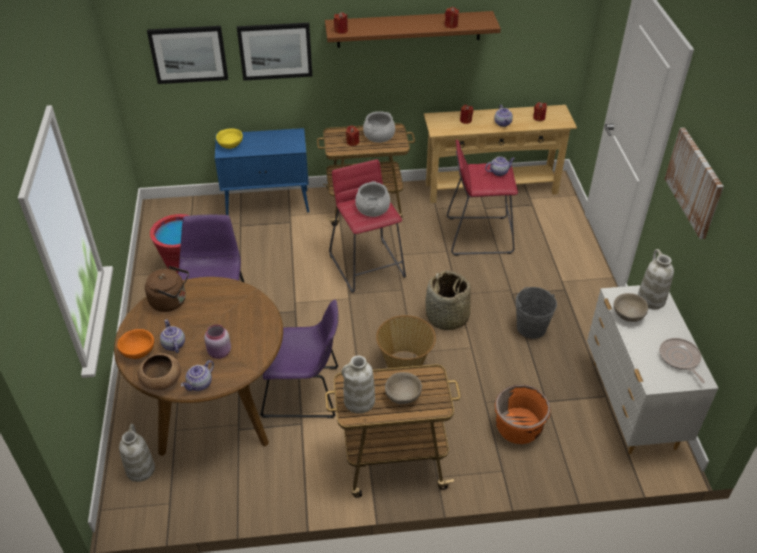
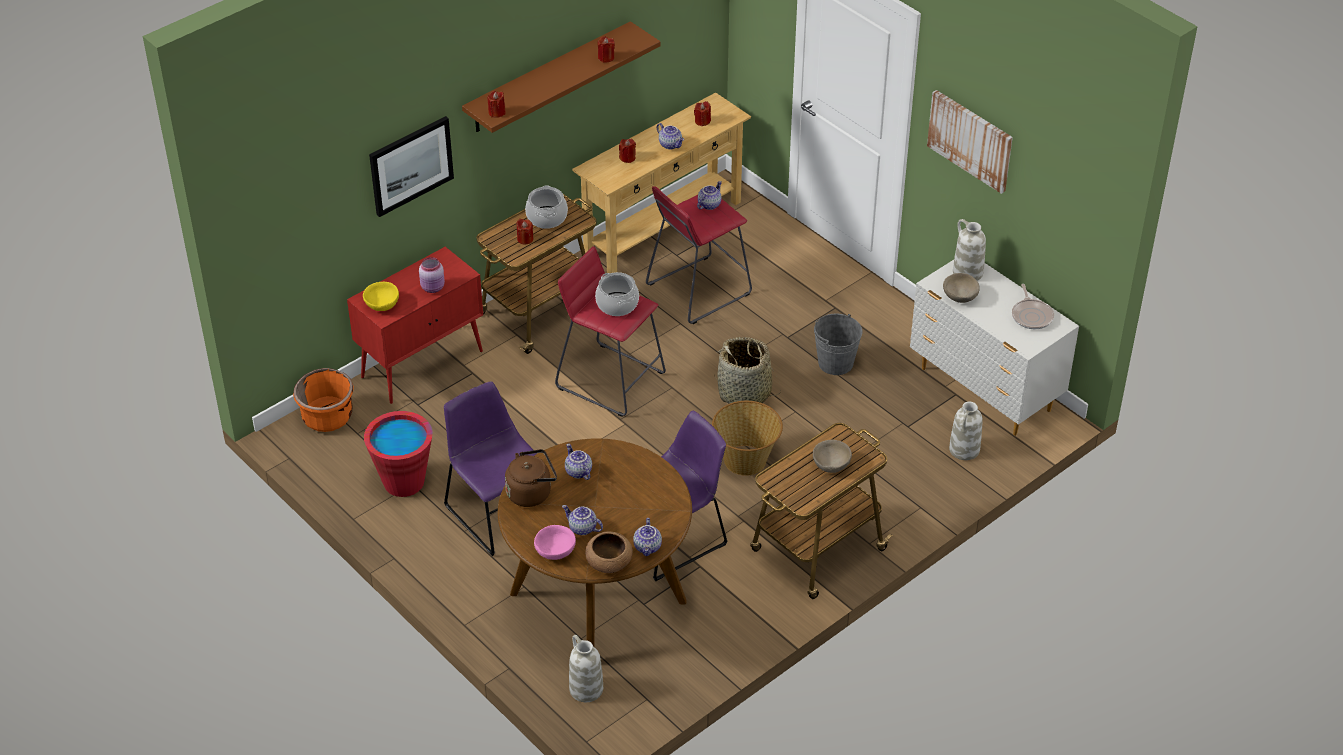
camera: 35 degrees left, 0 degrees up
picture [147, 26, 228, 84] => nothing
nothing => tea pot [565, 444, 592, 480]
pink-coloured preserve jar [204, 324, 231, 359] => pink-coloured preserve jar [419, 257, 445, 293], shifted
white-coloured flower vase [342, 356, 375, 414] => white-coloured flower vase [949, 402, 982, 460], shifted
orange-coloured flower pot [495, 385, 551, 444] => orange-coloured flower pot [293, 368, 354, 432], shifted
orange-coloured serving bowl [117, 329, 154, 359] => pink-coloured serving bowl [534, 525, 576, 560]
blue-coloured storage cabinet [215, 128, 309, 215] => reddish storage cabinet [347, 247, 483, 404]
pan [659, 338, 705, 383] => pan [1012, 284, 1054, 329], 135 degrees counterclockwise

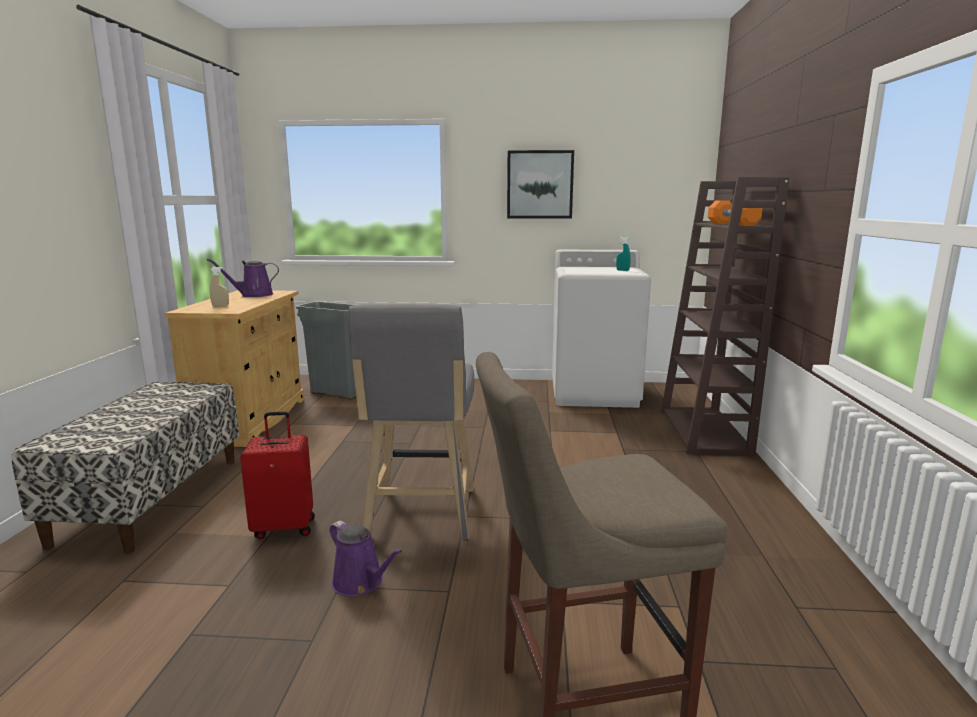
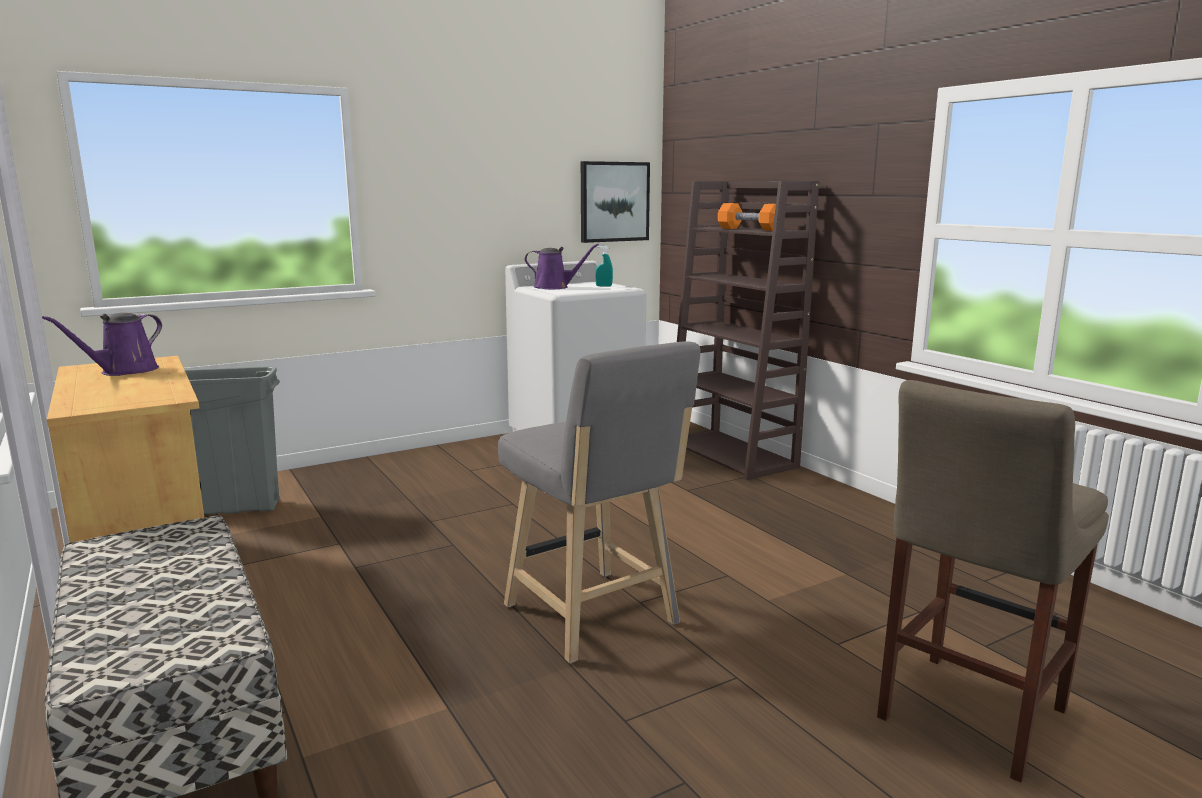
camera: 35 degrees left, 0 degrees up
beige-coloured hand sprayer [210, 267, 229, 307] => nothing
reddish suitcase [240, 411, 315, 539] => nothing
purplish sprinkling can [329, 521, 402, 597] => purplish sprinkling can [525, 244, 599, 289], shifted
picture [507, 150, 574, 219] => picture [581, 161, 650, 243], shifted

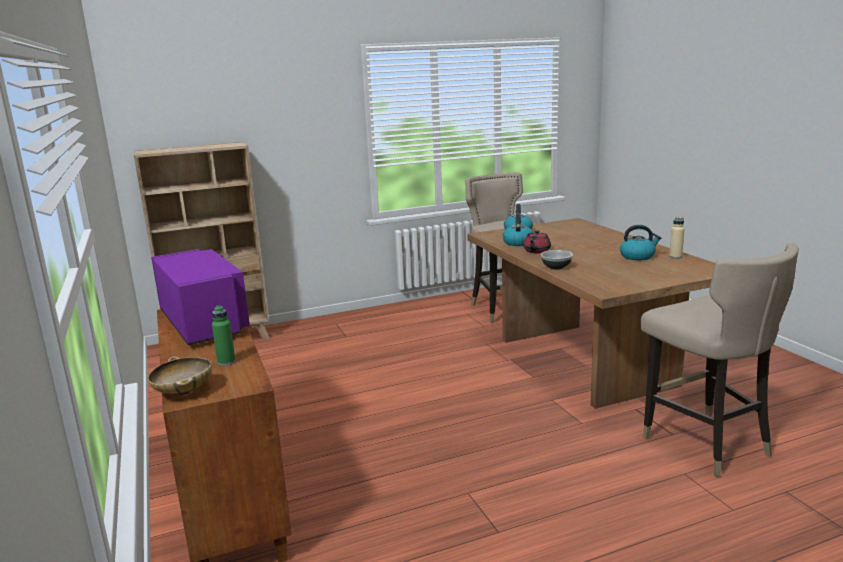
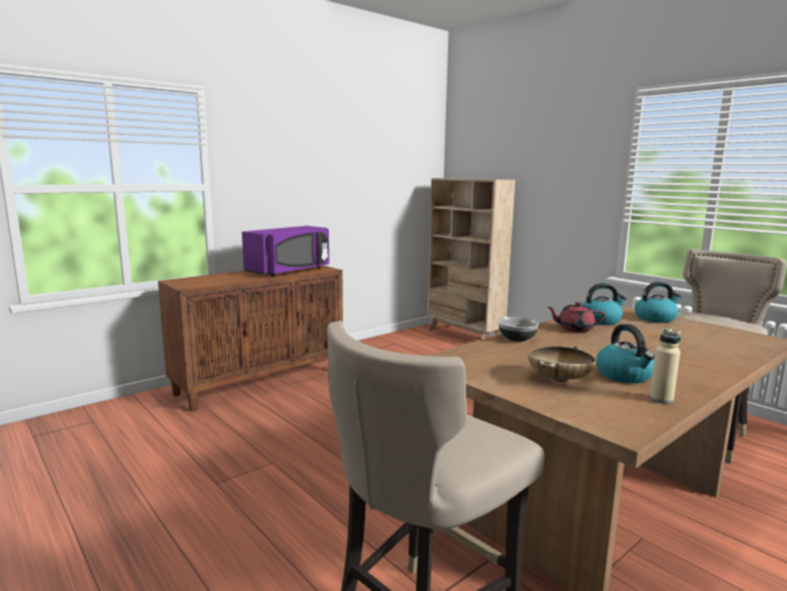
camera: 70 degrees right, 5 degrees down
green-coloured beverage bottle [212, 305, 236, 366] => nothing
beige-coloured serving bowl [148, 356, 212, 395] => beige-coloured serving bowl [528, 346, 596, 382], shifted

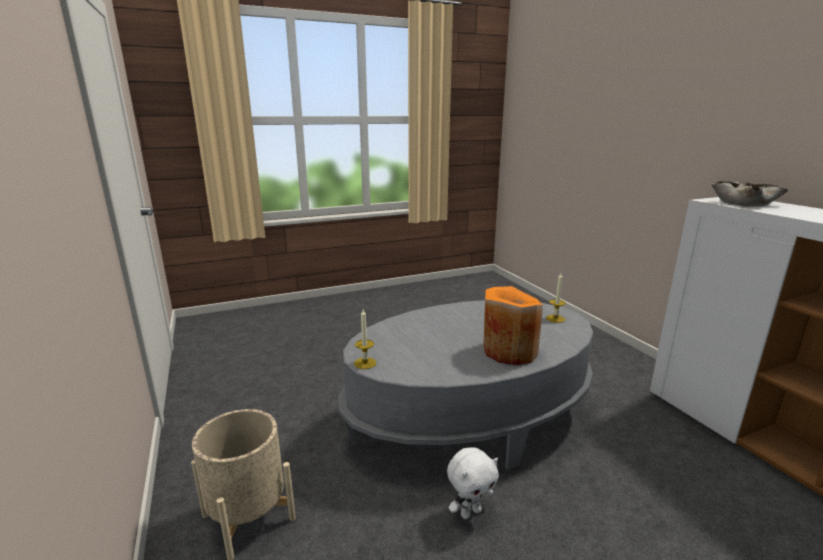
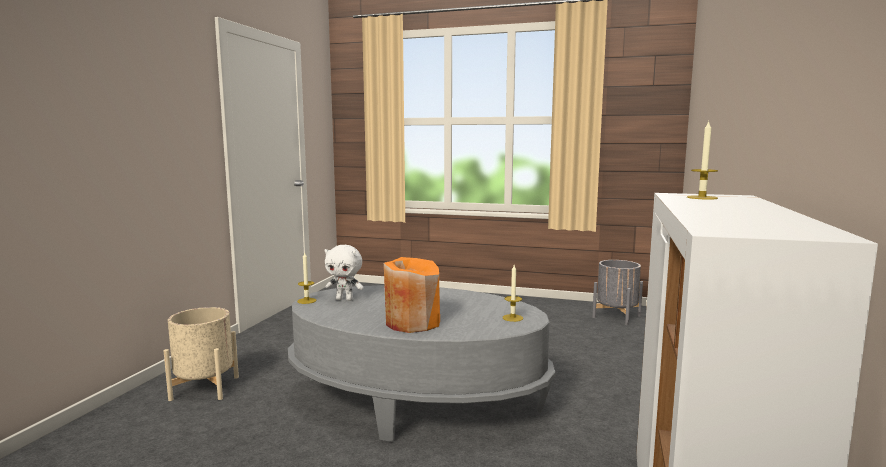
camera: 40 degrees right, 10 degrees down
nothing => gray flower pot [592, 260, 643, 325]
white-coloured plush toy [447, 447, 499, 519] => white-coloured plush toy [325, 245, 364, 301], shifted
beige-coloured serving bowl [712, 181, 788, 207] => wax light [687, 121, 718, 200]

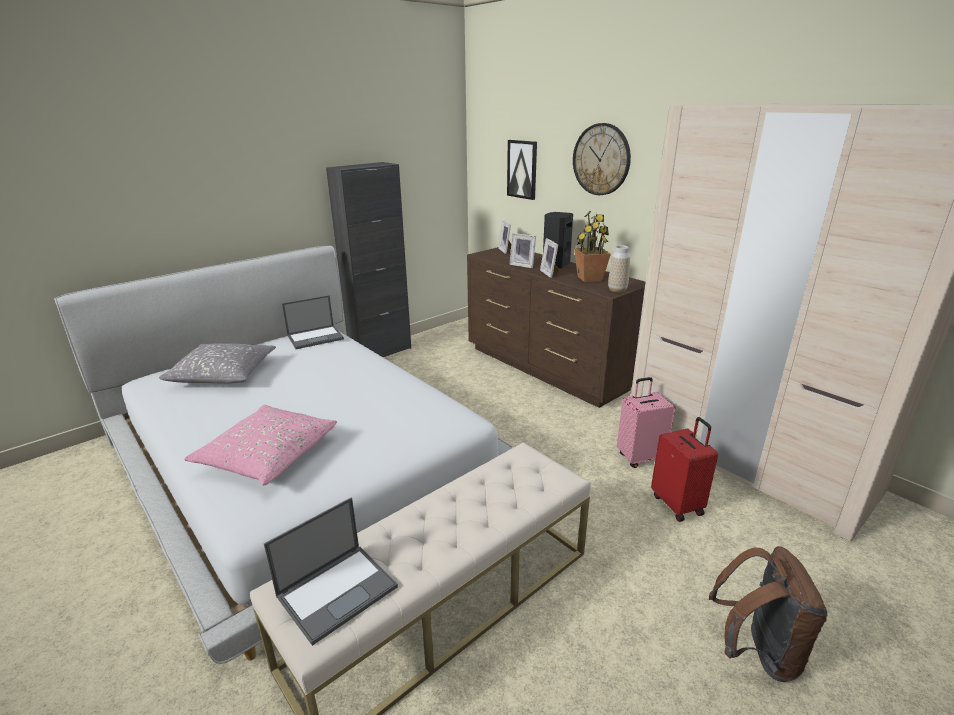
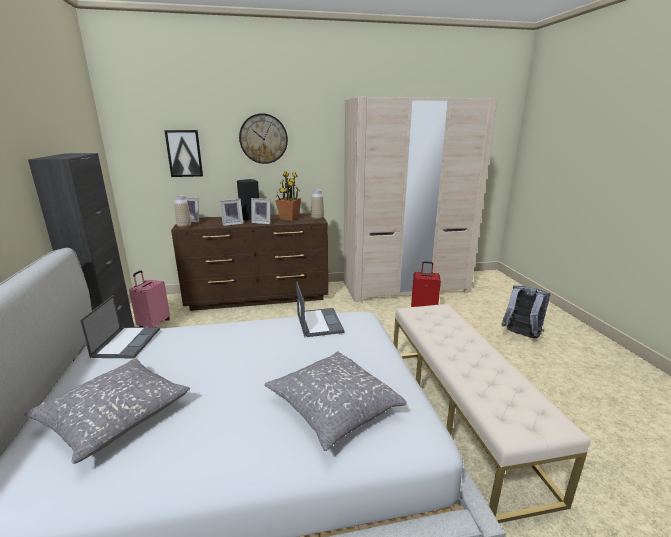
camera: 60 degrees left, 5 degrees down
nothing => flower vase [174, 195, 191, 228]
laptop [264, 497, 398, 646] => laptop [296, 282, 345, 337], shifted
pink-coloured suitcase [617, 377, 675, 468] => pink-coloured suitcase [129, 270, 170, 327], shifted
pink-coloured throw pillow [184, 405, 337, 485] => gray throw pillow [265, 351, 407, 451]
brownish backpack [709, 546, 827, 682] => gray backpack [501, 285, 550, 338]

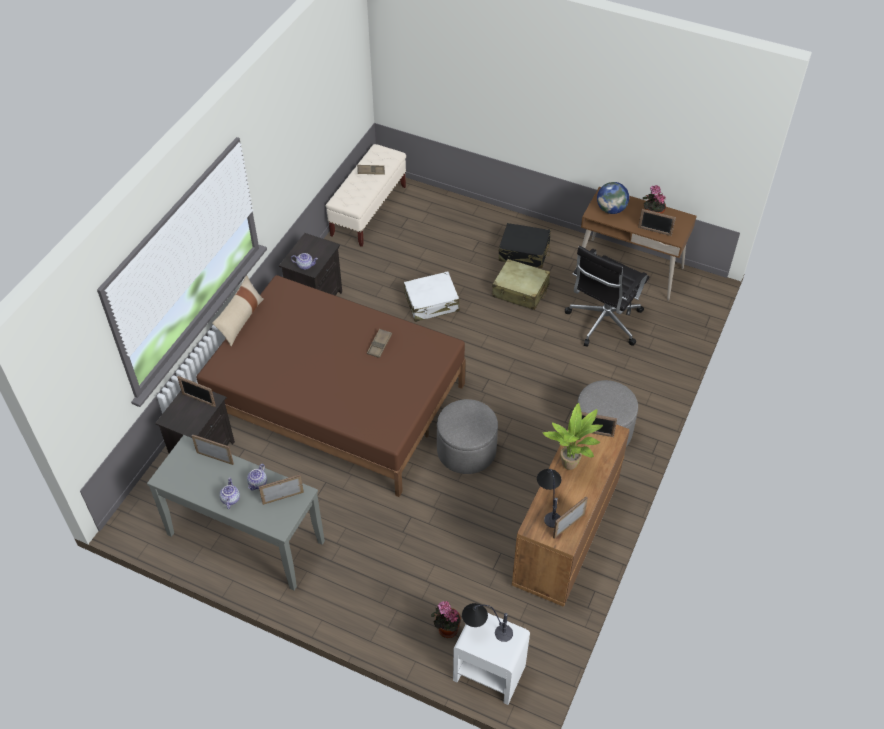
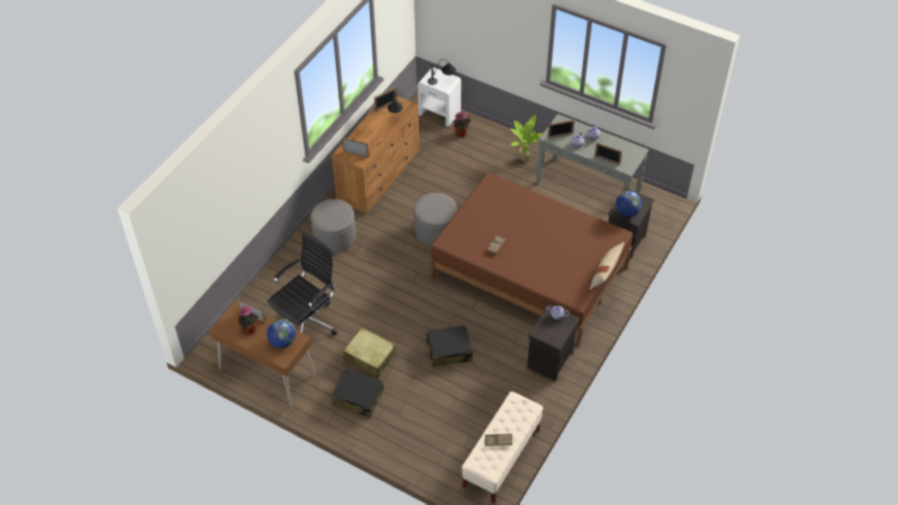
camera: 175 degrees left, 0 degrees up
houseplant [542, 403, 603, 470] => houseplant [511, 114, 543, 162], shifted
standing frame [177, 376, 216, 407] => globe [616, 191, 642, 217]
white-coloured suitcase [404, 271, 460, 322] => black suitcase [425, 325, 473, 367]

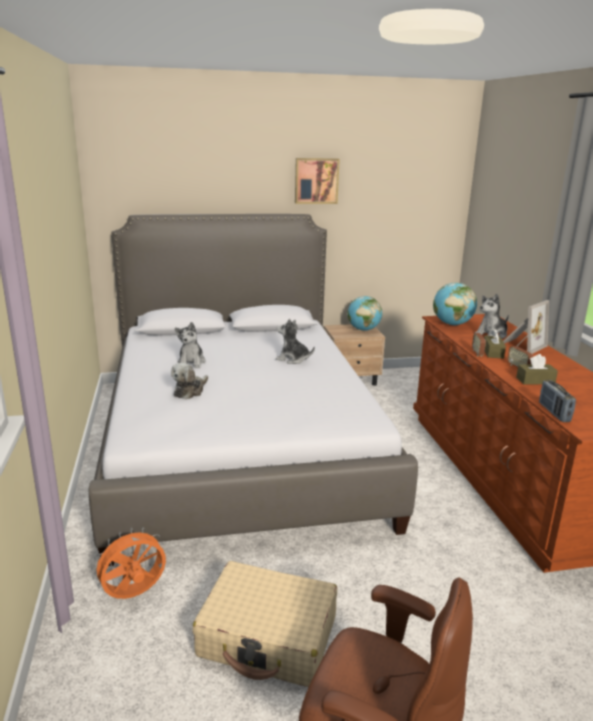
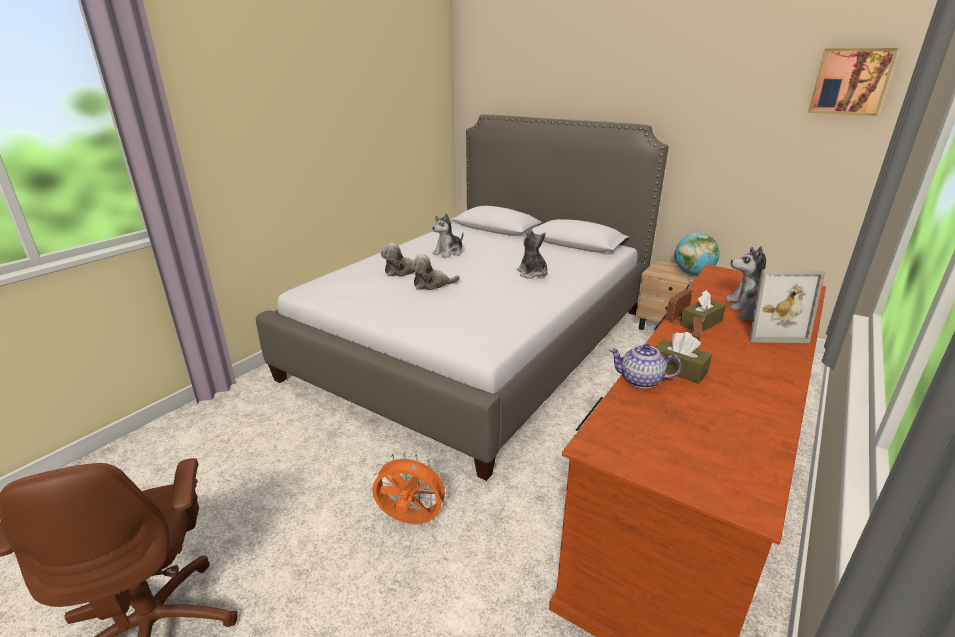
camera: 45 degrees right, 5 degrees up
beige-coloured suitcase [192, 561, 337, 687] => nothing
globe [433, 283, 477, 325] => nothing
radio [539, 380, 576, 422] => nothing
nothing => plush toy [410, 254, 460, 290]
nothing => tea pot [609, 344, 682, 389]
orange-coloured electric fan [91, 527, 166, 599] => orange-coloured electric fan [372, 453, 450, 524], shifted
picture [295, 158, 340, 204] => picture [808, 48, 899, 116], shifted

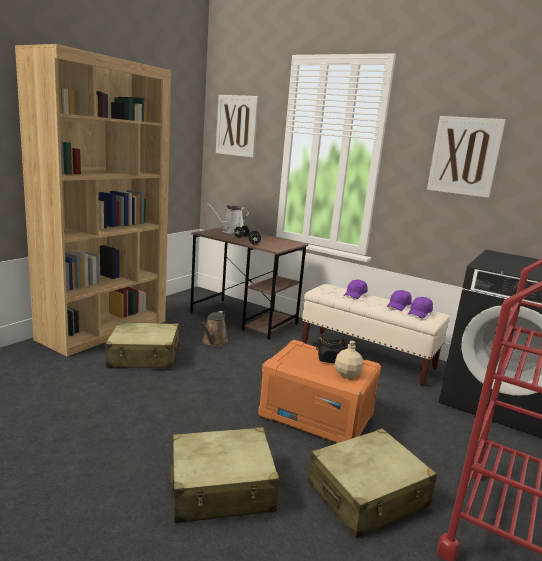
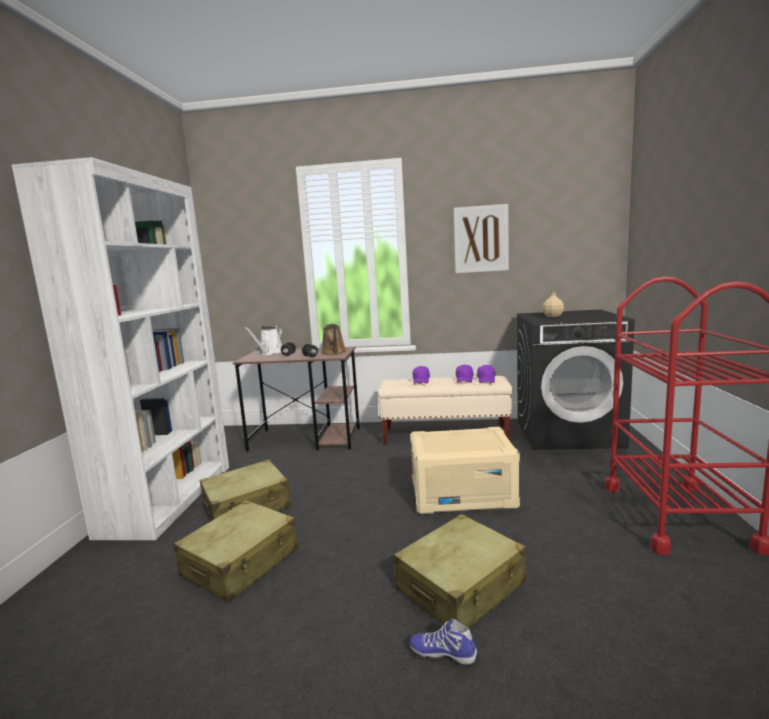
camera: 25 degrees left, 5 degrees down
picture [216, 95, 258, 158] => nothing
black preserve jar [316, 333, 345, 363] => nothing
nothing => shoe [409, 619, 478, 667]
brownish sprinkling can [201, 311, 228, 346] => brownish sprinkling can [321, 324, 346, 355], shifted
beige-coloured suitcase [308, 429, 437, 538] => beige-coloured suitcase [174, 500, 299, 603], shifted
beige-coloured beverage bottle [335, 341, 363, 378] => beige-coloured beverage bottle [542, 291, 564, 317], shifted
brownish bookshelf [15, 44, 171, 356] => white-coloured bookshelf [12, 157, 229, 540]
orange-coloured storage box [258, 339, 381, 443] => beige-coloured storage box [410, 427, 520, 514]

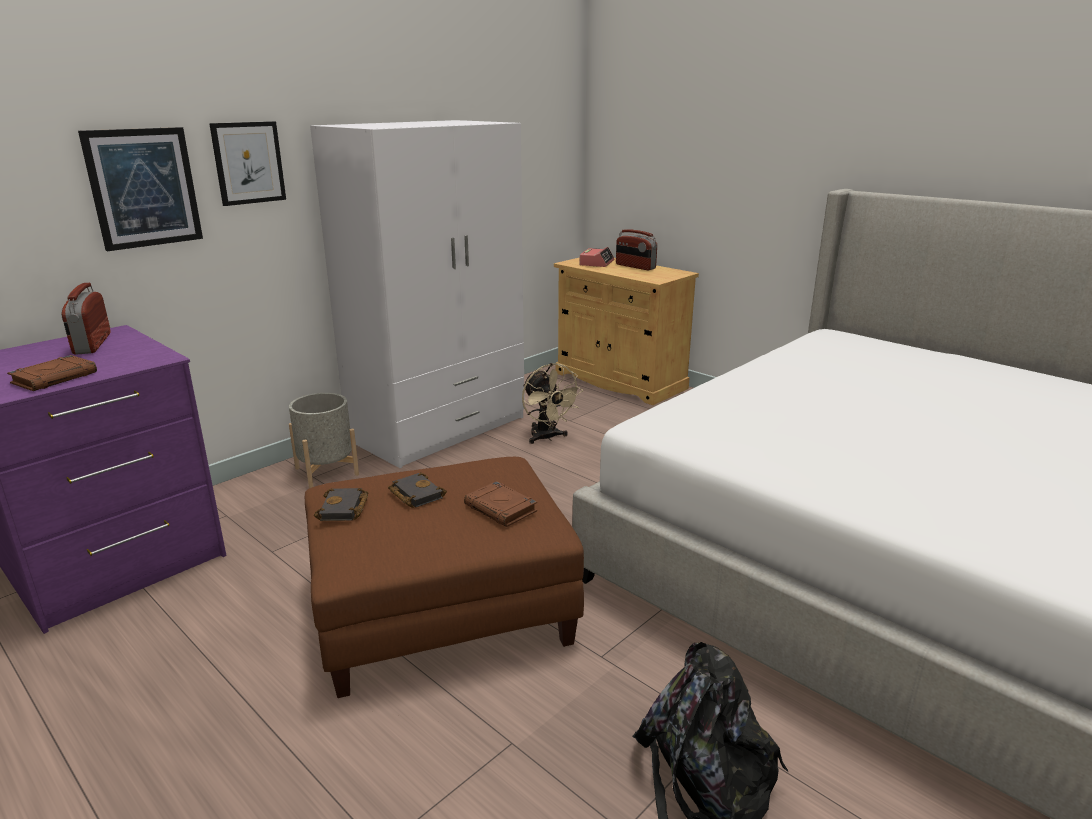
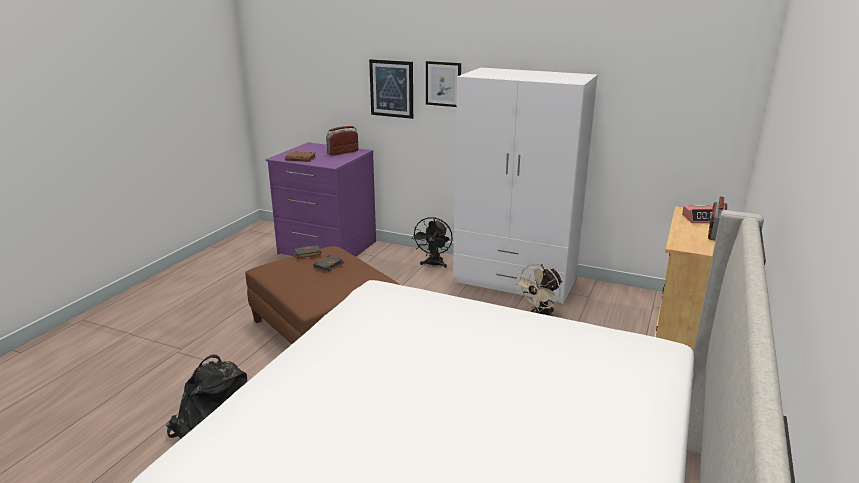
camera: 70 degrees right, 0 degrees up
brownish bound book [464, 481, 537, 527] => nothing
gray flower pot [289, 393, 359, 488] => black electric fan [412, 217, 453, 268]

